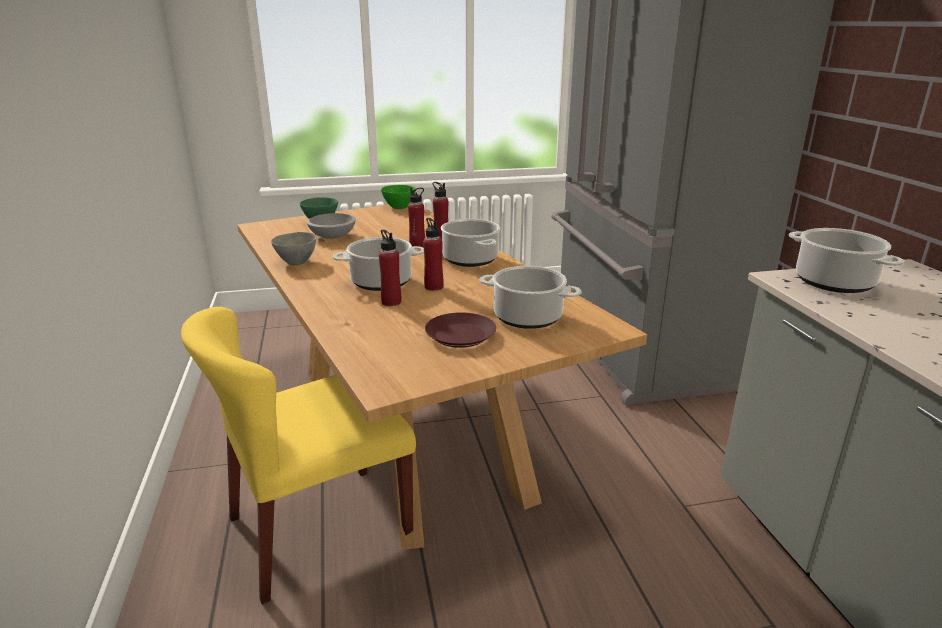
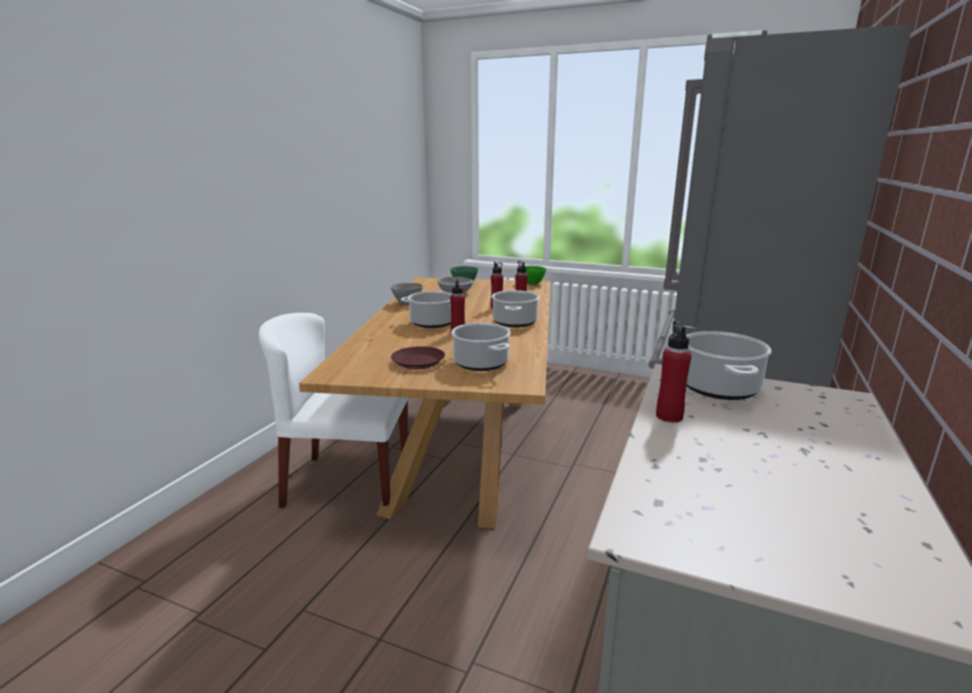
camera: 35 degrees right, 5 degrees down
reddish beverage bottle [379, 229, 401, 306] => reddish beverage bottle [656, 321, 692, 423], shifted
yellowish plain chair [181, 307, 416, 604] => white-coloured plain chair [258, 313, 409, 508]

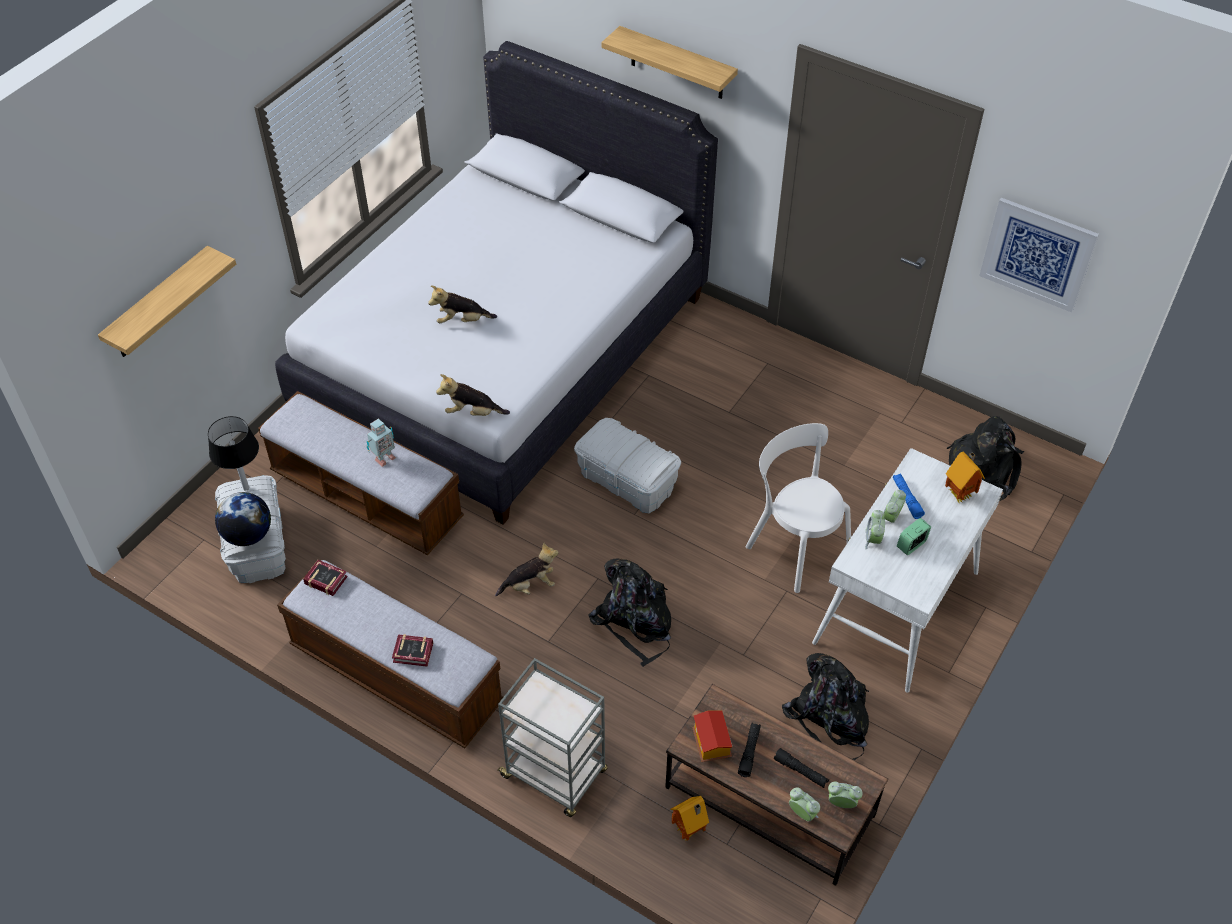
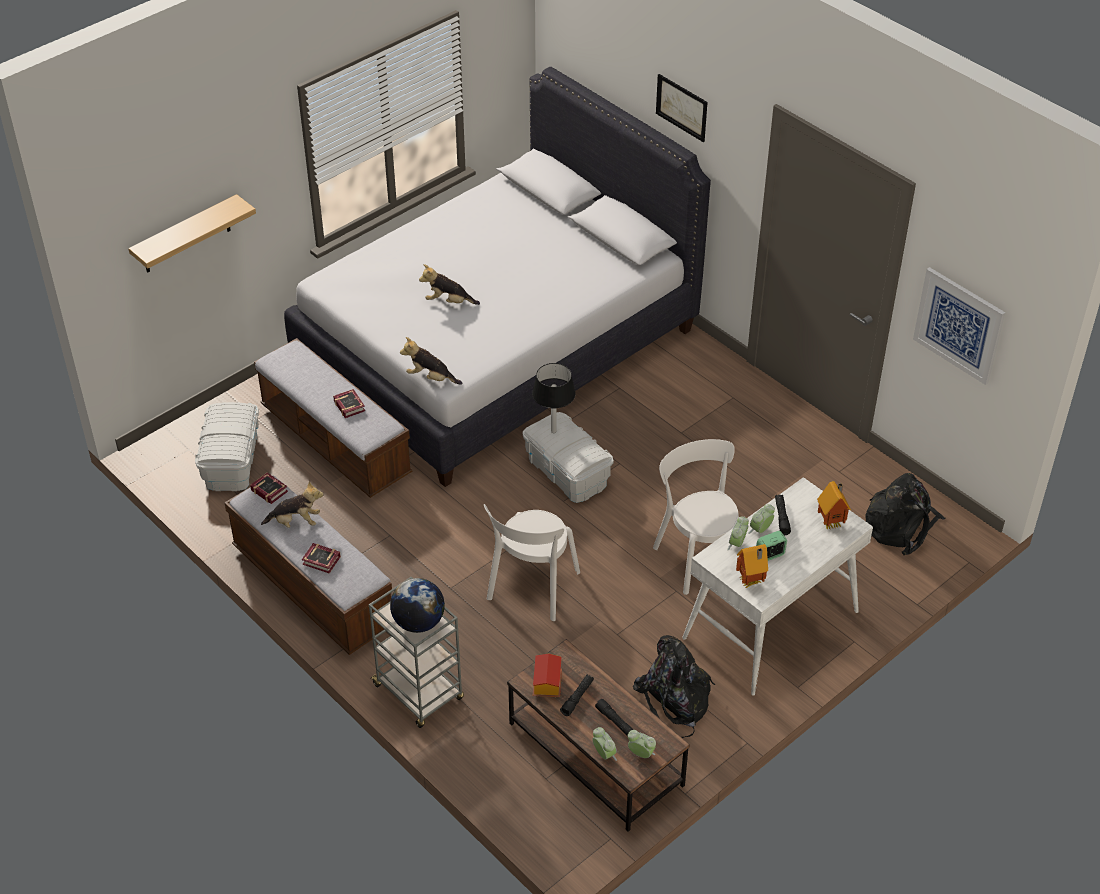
camera: 15 degrees right, 5 degrees down
black tabletop lamp [208, 416, 259, 491] => black tabletop lamp [532, 363, 576, 433], shifted
globe [215, 492, 271, 546] => globe [390, 578, 445, 633], shifted
plush toy [495, 542, 559, 596] => plush toy [261, 481, 324, 528], shifted
model house [671, 796, 709, 841] => model house [736, 544, 768, 588], shifted
toy robot [367, 419, 396, 467] => bound book [333, 389, 365, 418]
black backpack [589, 559, 671, 667] => white-coloured plain chair [484, 504, 580, 621]
wall shelf [601, 26, 738, 99] => picture [656, 74, 708, 142]
blue-coloured hand torch [893, 473, 925, 519] => black hand torch [775, 495, 791, 535]

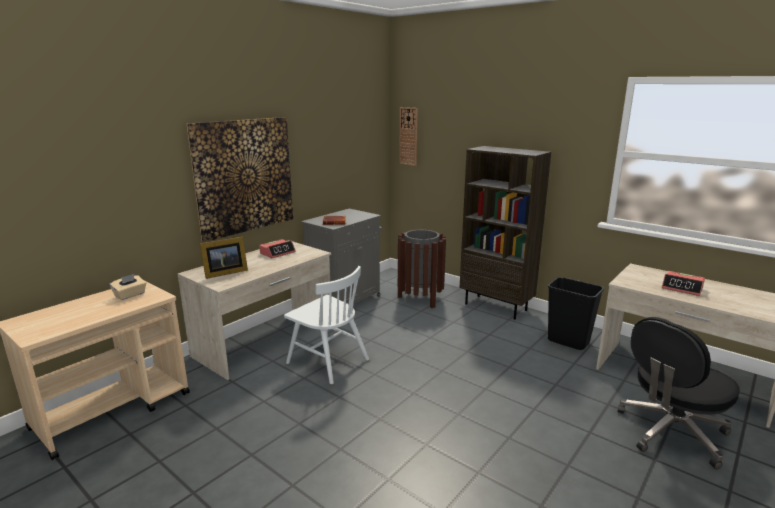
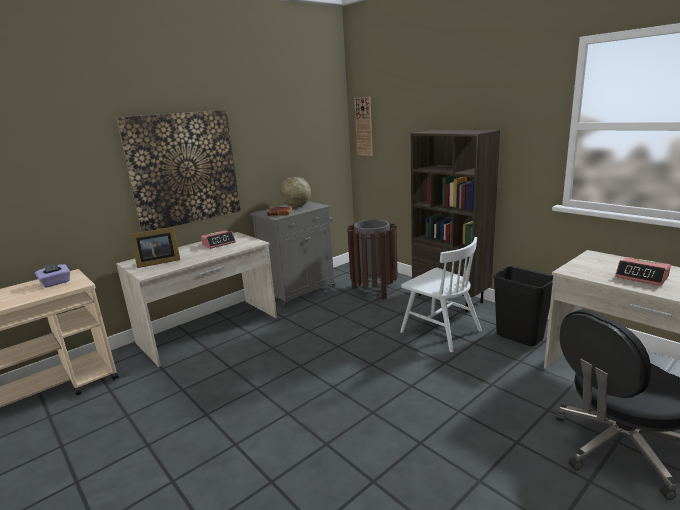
camera: 10 degrees right, 0 degrees up
nothing => globe [280, 176, 311, 207]
white-coloured plain chair [284, 266, 369, 384] => white-coloured plain chair [400, 237, 482, 352], shifted
beige-coloured box of tissues [110, 274, 146, 300] => purplish box of tissues [35, 263, 70, 288]

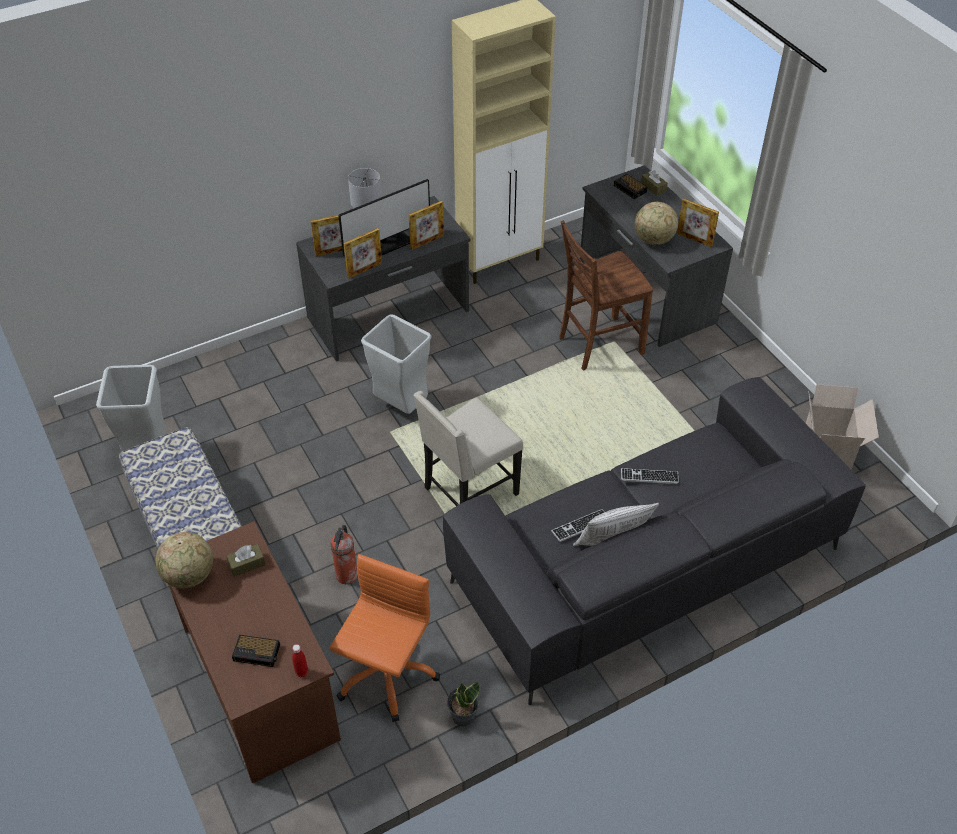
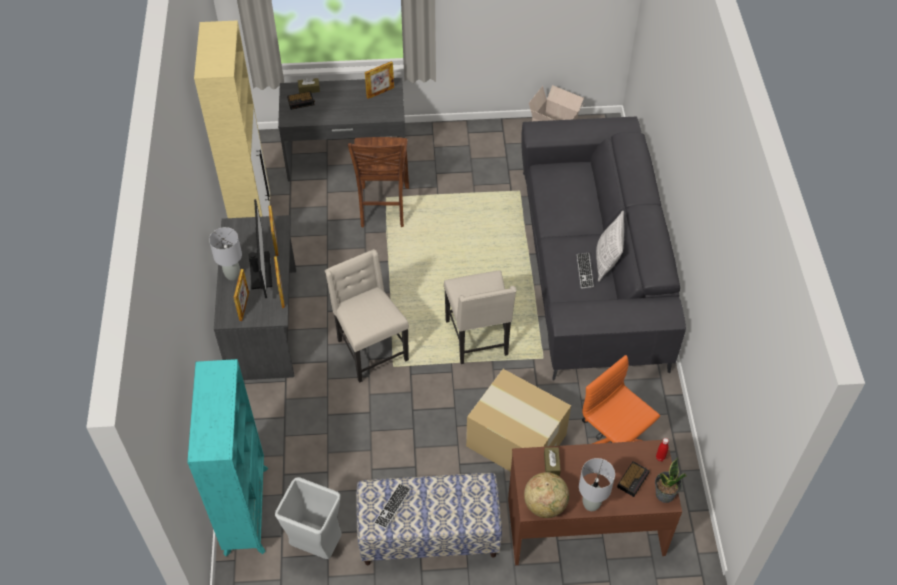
camera: 65 degrees left, 5 degrees up
globe [635, 202, 678, 245] => nothing
nothing => turquoise bookshelf [187, 359, 268, 556]
nothing => gray tabletop lamp [579, 458, 615, 511]
houseplant [447, 682, 480, 726] => houseplant [655, 457, 687, 503], shifted
keyboard [621, 468, 679, 484] => keyboard [374, 483, 411, 529], shifted
fire extinguisher [331, 525, 358, 584] => packing box [466, 369, 571, 472]
gray rubbish bin [361, 314, 431, 414] => beige-coloured plain chair [325, 249, 409, 383]

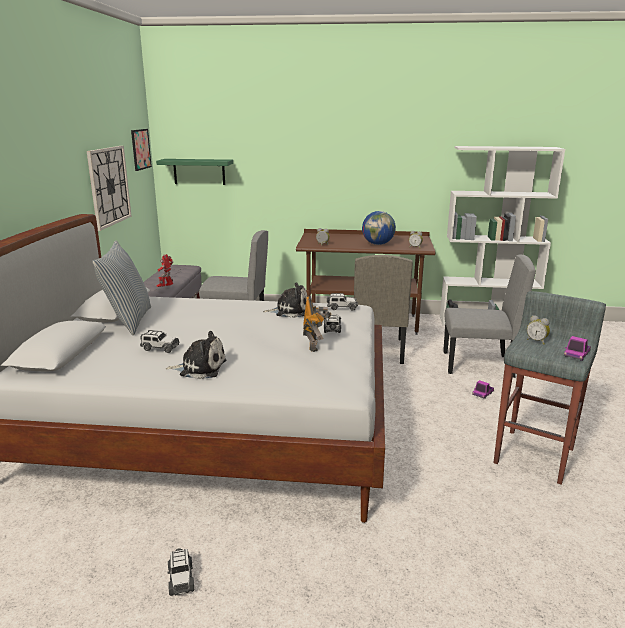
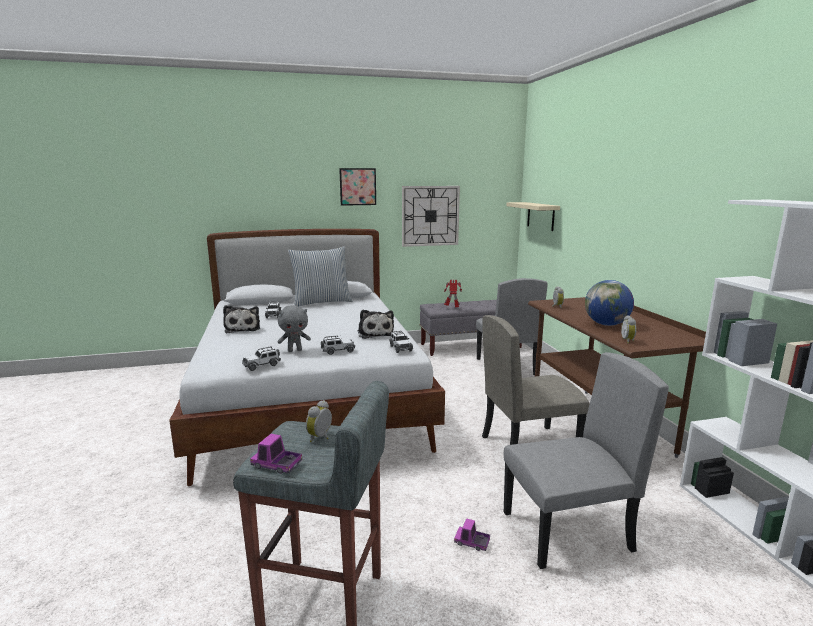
camera: 70 degrees right, 5 degrees down
picture [131, 129, 152, 171] => picture [339, 168, 376, 206], shifted
miniature car [167, 548, 194, 596] => miniature car [242, 346, 281, 371], shifted
toy robot [303, 296, 331, 352] => gray plush toy [278, 305, 311, 352]
green-coloured wall shelf [156, 159, 233, 185] => beige-coloured wall shelf [506, 202, 560, 231]
gray plain chair [443, 254, 536, 378] => gray plain chair [504, 352, 669, 569], 90 degrees counterclockwise

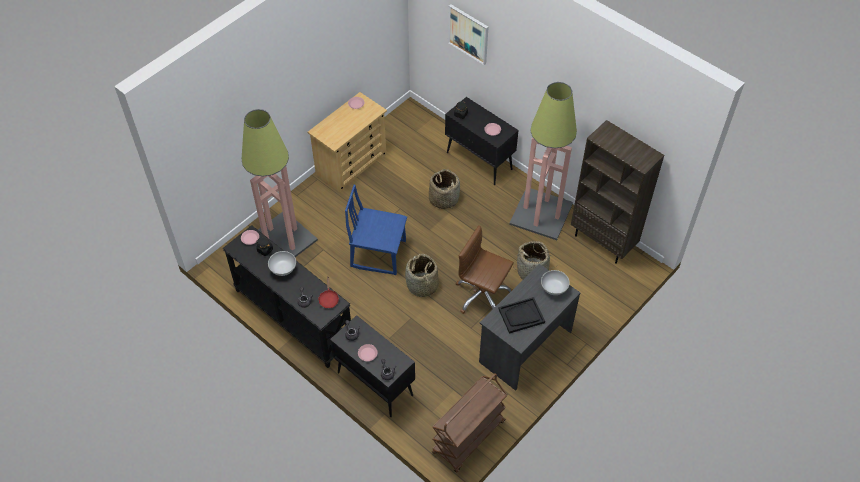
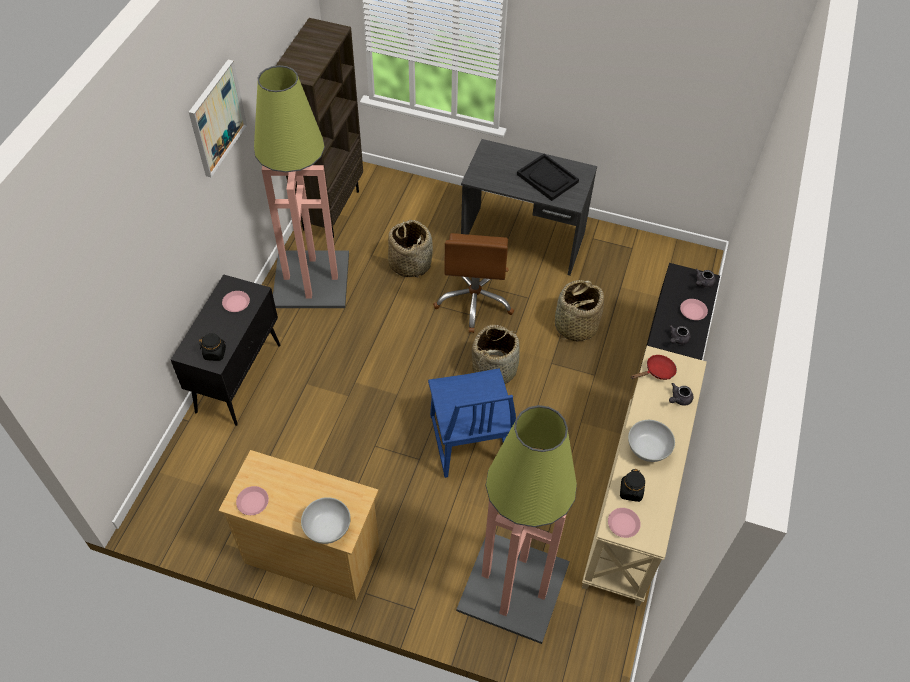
camera: 115 degrees left, 0 degrees up
brownish cart [432, 373, 507, 473] => nothing
basket [429, 169, 460, 209] => basket [555, 280, 604, 342], shifted
picture [448, 4, 488, 65] => picture [189, 59, 247, 177], shifted
white-coloured serving bowl [541, 270, 570, 295] => white-coloured serving bowl [301, 497, 351, 544], shifted
black narrow table [223, 225, 351, 368] => beige-coloured narrow table [582, 346, 707, 606]

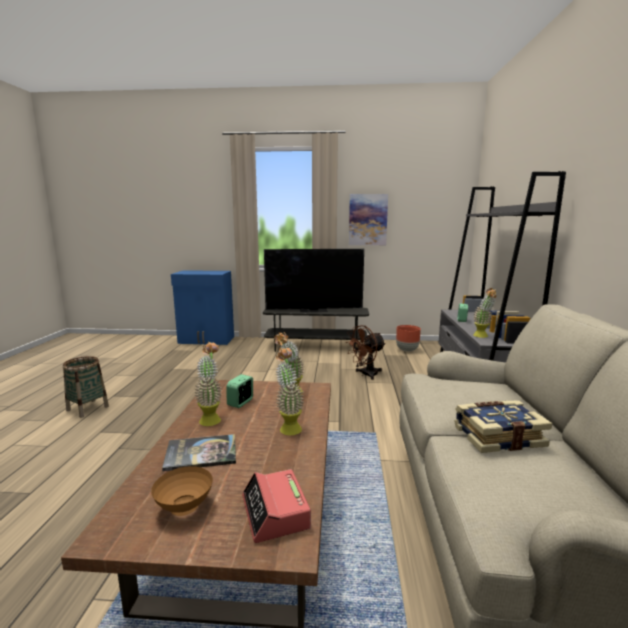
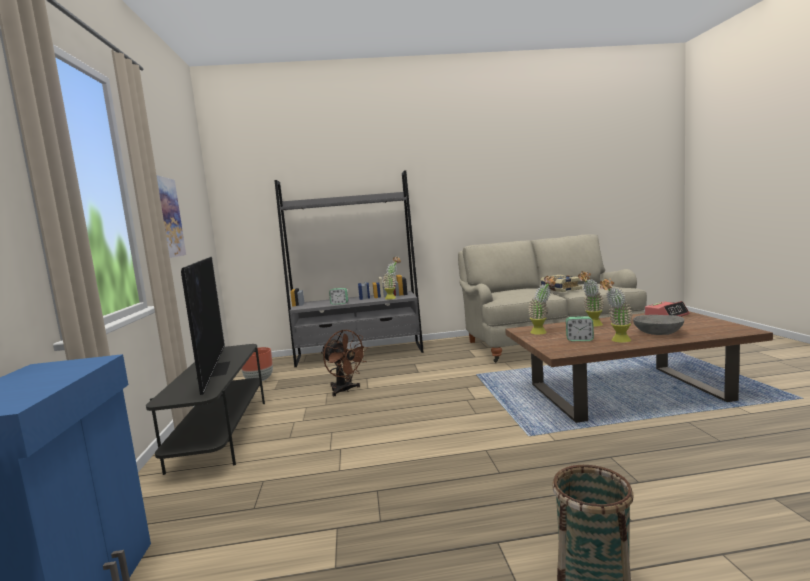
camera: 100 degrees left, 5 degrees down
brownish serving bowl [151, 466, 213, 516] => nothing
bound book [162, 434, 236, 471] => gray serving bowl [633, 315, 684, 335]

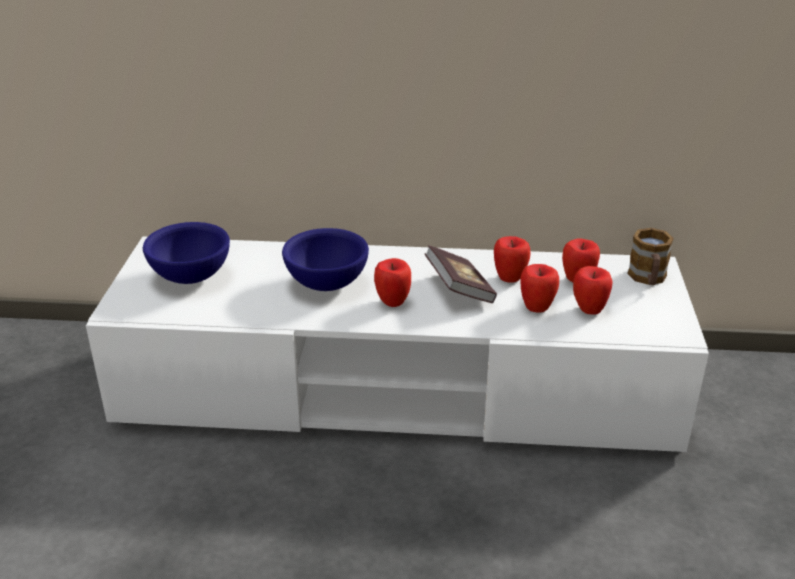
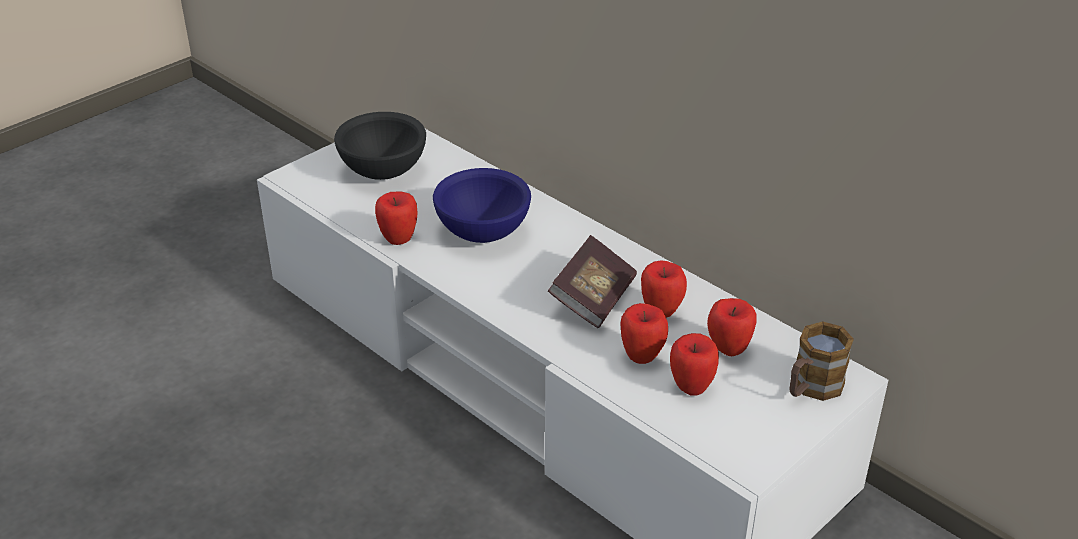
camera: 40 degrees right, 5 degrees up
apple fruit [374, 258, 411, 307] => apple fruit [375, 192, 418, 245], shifted
blue-coloured serving bowl [143, 222, 230, 284] => black serving bowl [334, 112, 426, 180]

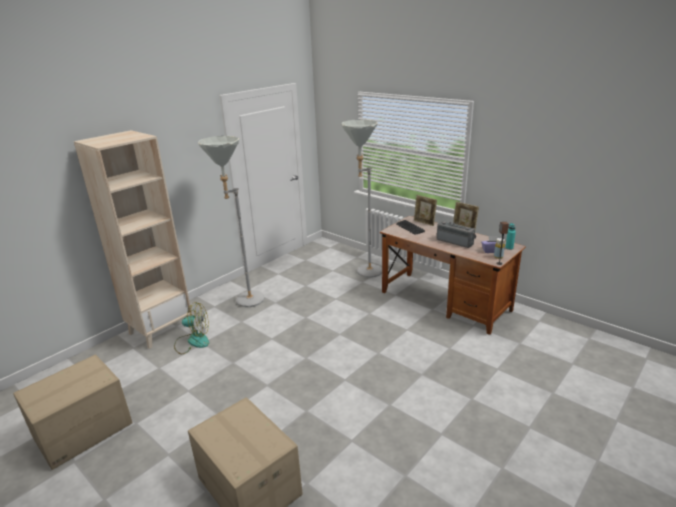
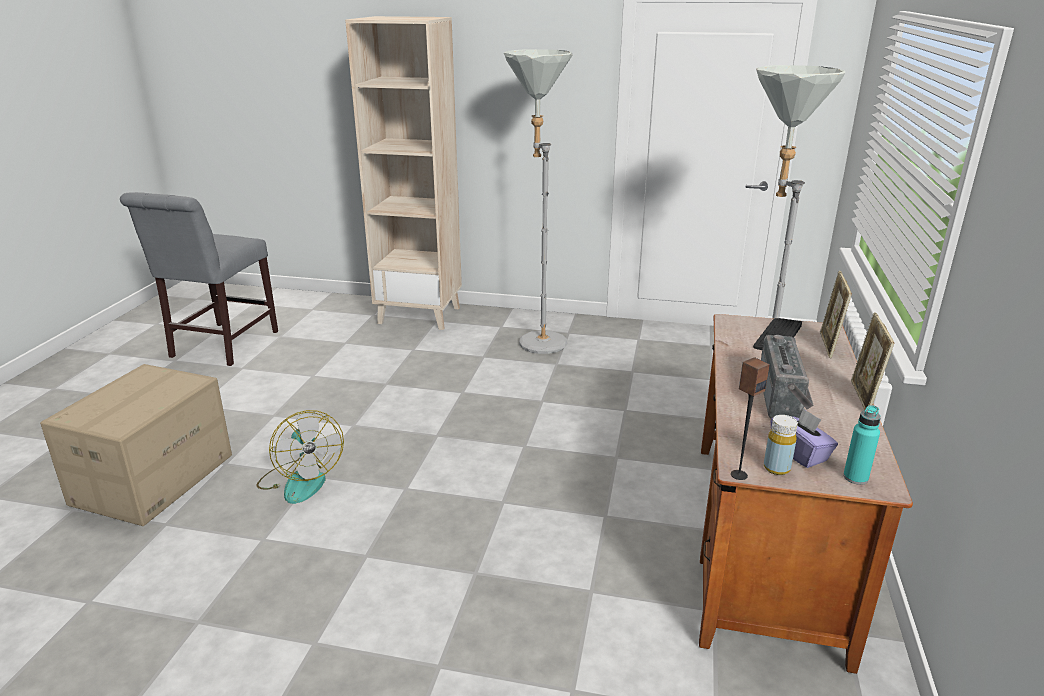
camera: 60 degrees right, 0 degrees up
electric fan [174, 302, 209, 354] => electric fan [256, 410, 344, 504], shifted
packing box [13, 355, 133, 470] => gray plain chair [120, 192, 278, 366]

